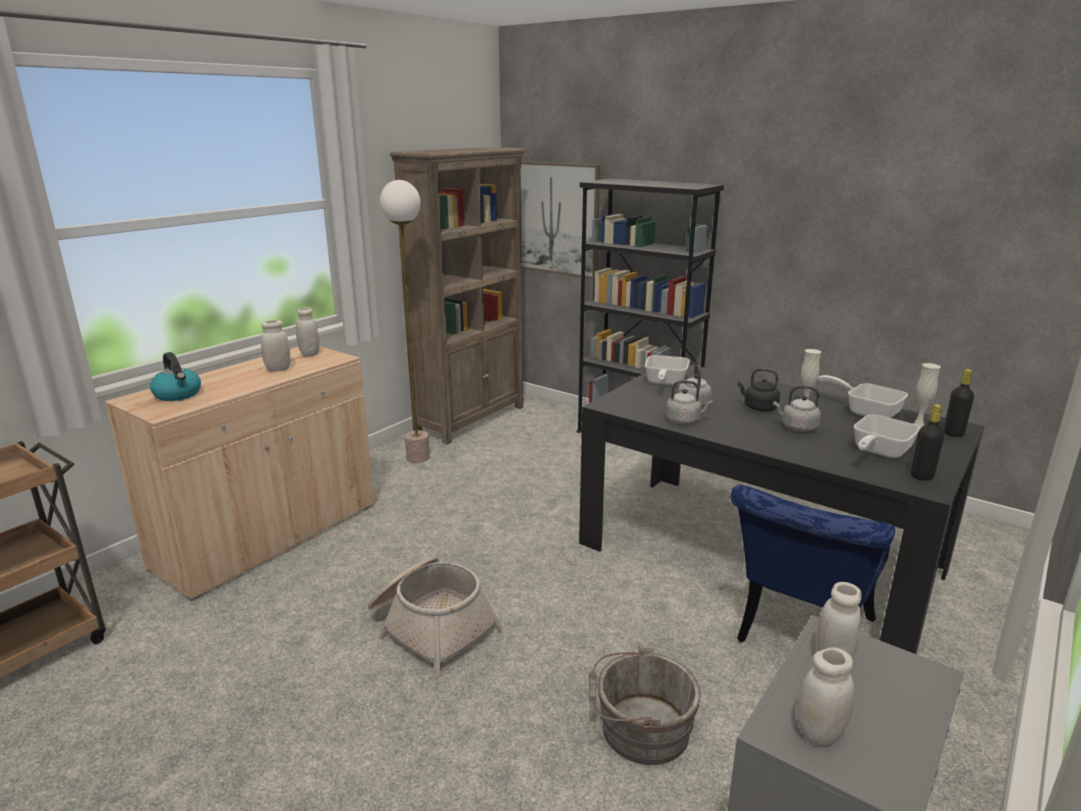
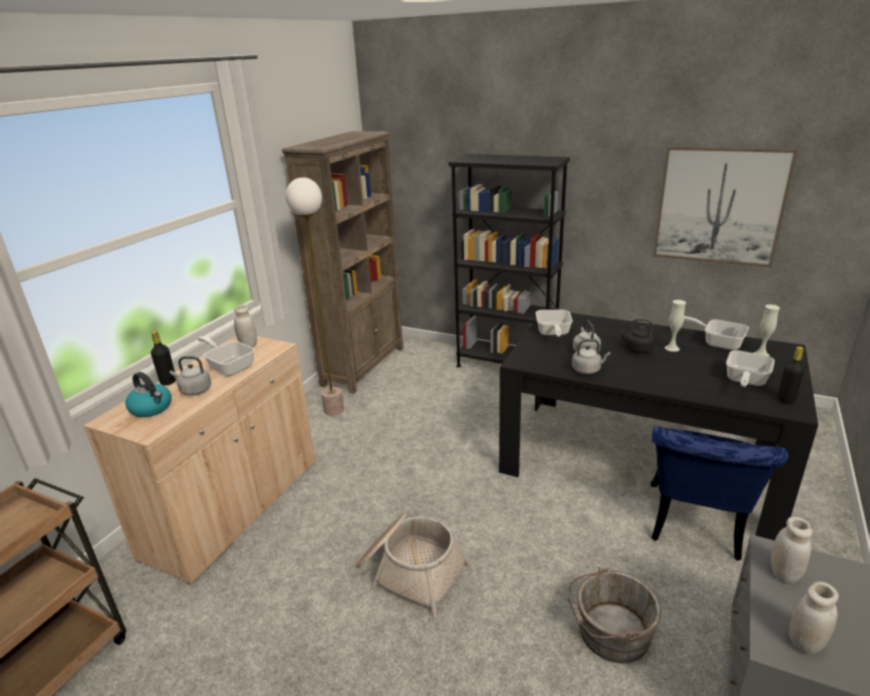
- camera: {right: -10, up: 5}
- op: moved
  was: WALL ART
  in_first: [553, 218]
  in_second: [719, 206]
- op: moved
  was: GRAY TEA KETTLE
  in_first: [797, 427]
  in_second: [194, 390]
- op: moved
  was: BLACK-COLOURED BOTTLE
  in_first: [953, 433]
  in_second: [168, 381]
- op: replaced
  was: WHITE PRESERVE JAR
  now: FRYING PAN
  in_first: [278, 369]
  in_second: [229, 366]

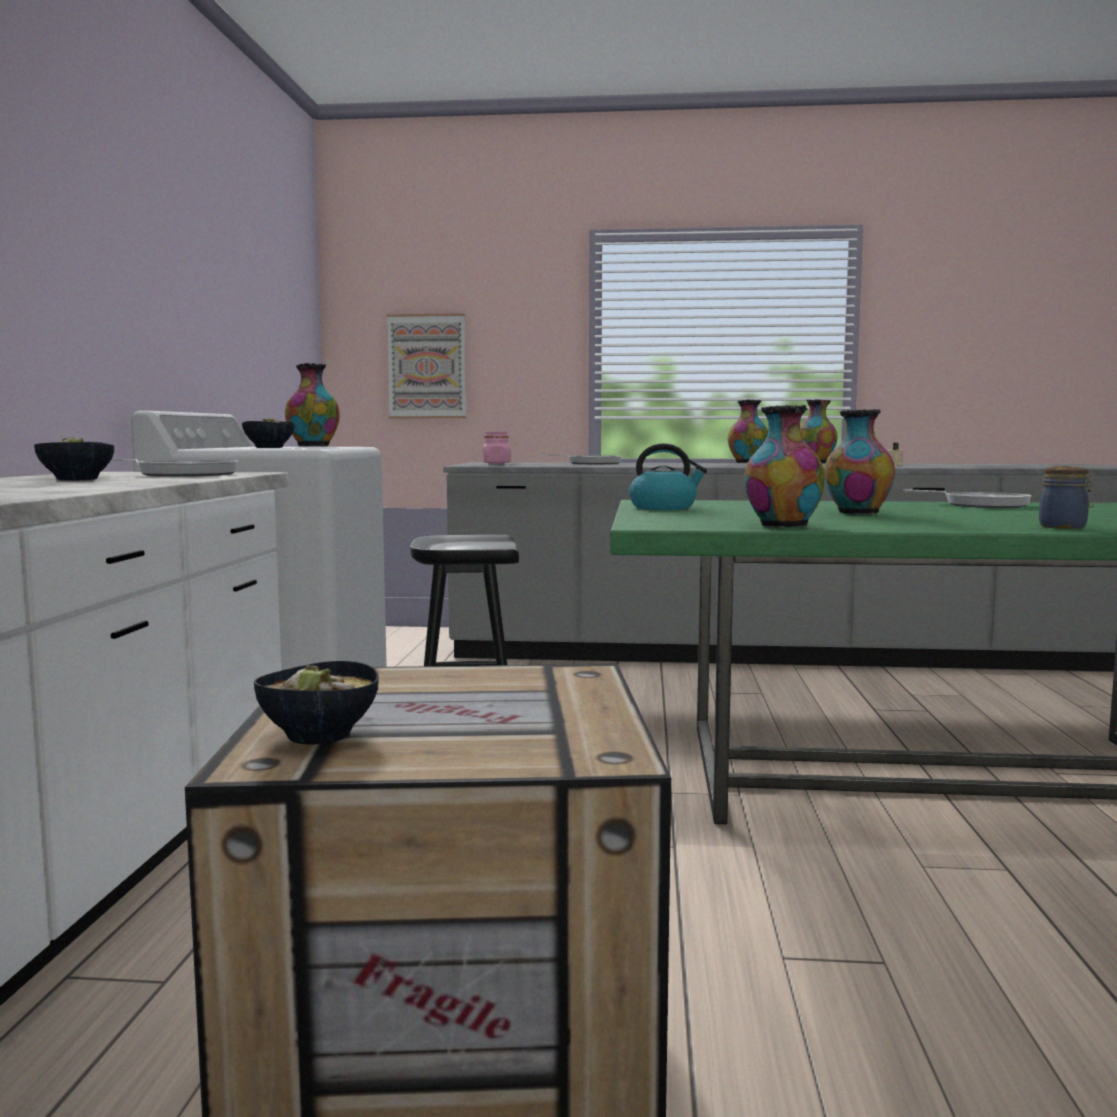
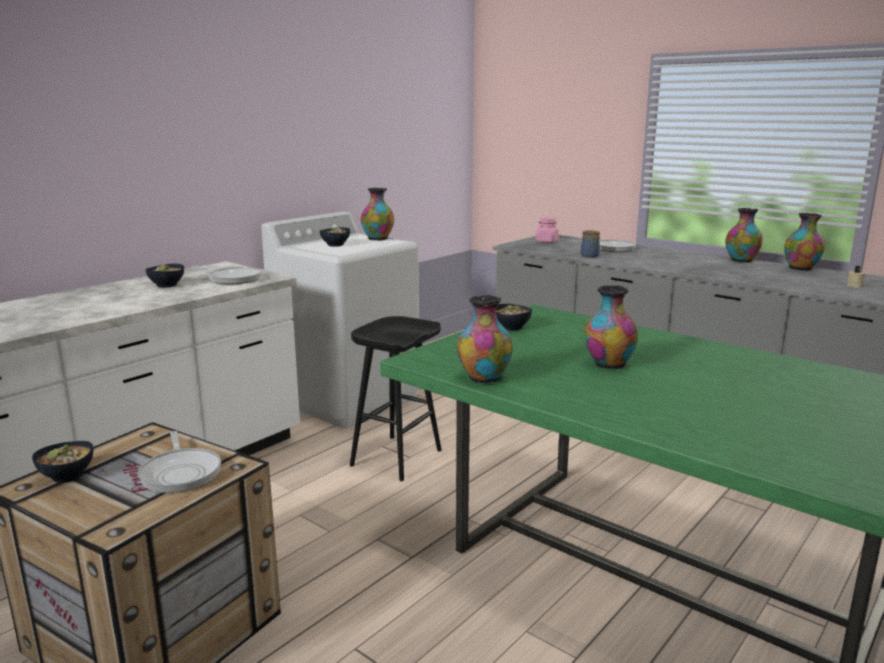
- camera: {right: 35, up: 10}
- op: removed
  was: WALL ART
  in_first: [427, 366]
- op: moved
  was: FRYING PAN
  in_first: [980, 505]
  in_second: [181, 472]
- op: moved
  was: PRESERVE JAR
  in_first: [1064, 527]
  in_second: [590, 256]
- op: replaced
  was: TEA KETTLE
  now: DEEP DISH
  in_first: [664, 507]
  in_second: [512, 327]

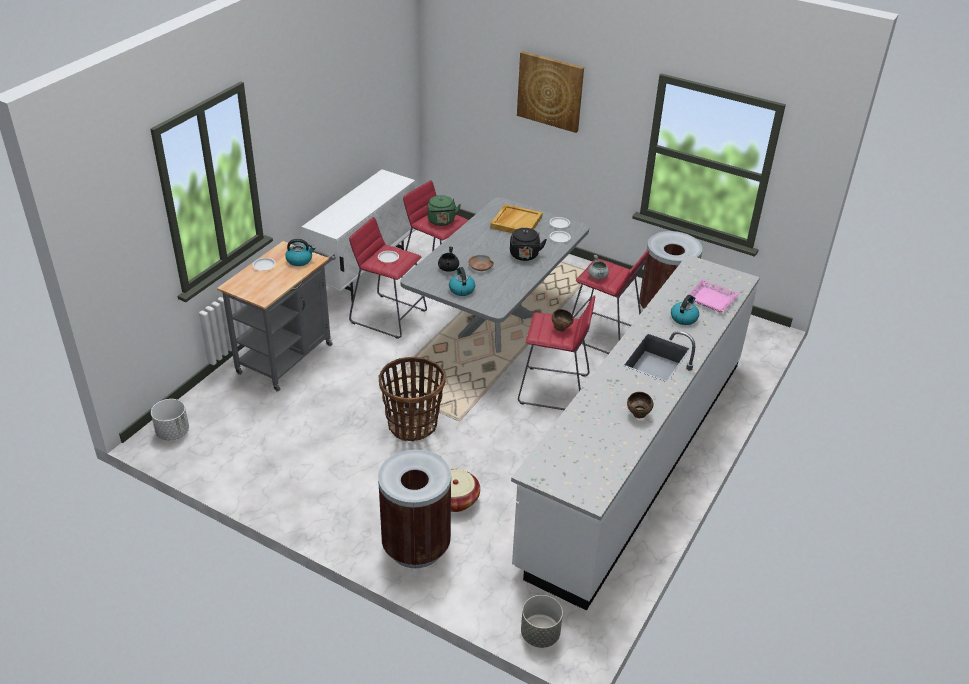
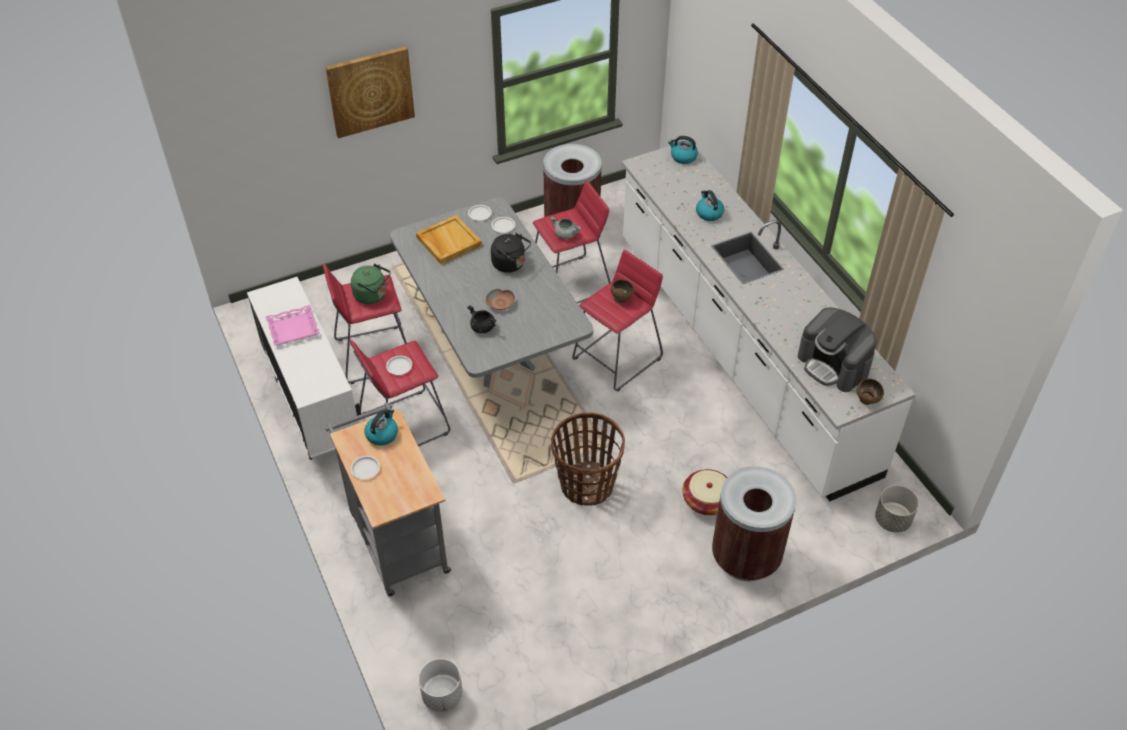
- camera: {right: -55, up: 10}
- op: added
  now: COFFEE BREWER
  in_second: [833, 365]
- op: moved
  was: TEA KETTLE
  in_first: [461, 289]
  in_second: [683, 157]
- op: moved
  was: BROWN-COLOURED DEEP DISH
  in_first: [638, 415]
  in_second: [867, 401]
- op: moved
  was: PINK CARRYING TRAY
  in_first: [711, 299]
  in_second: [293, 329]

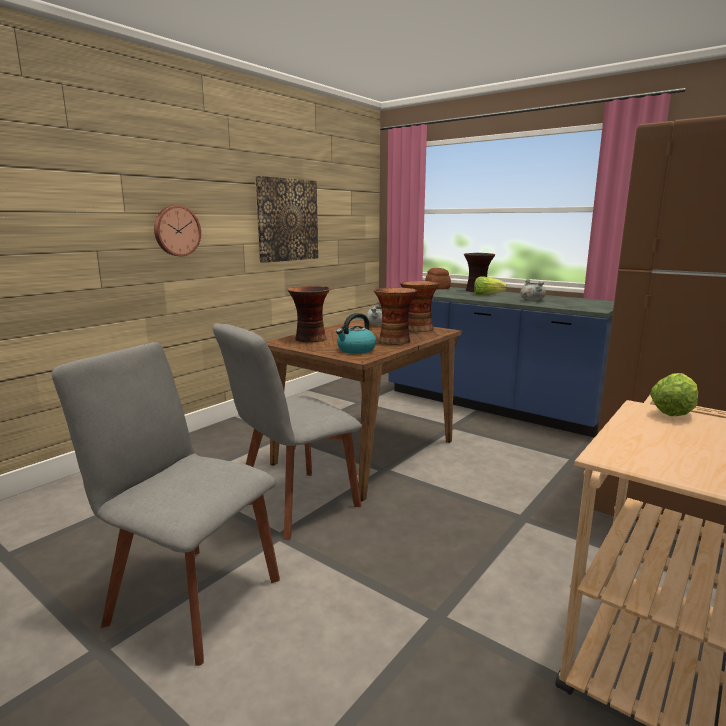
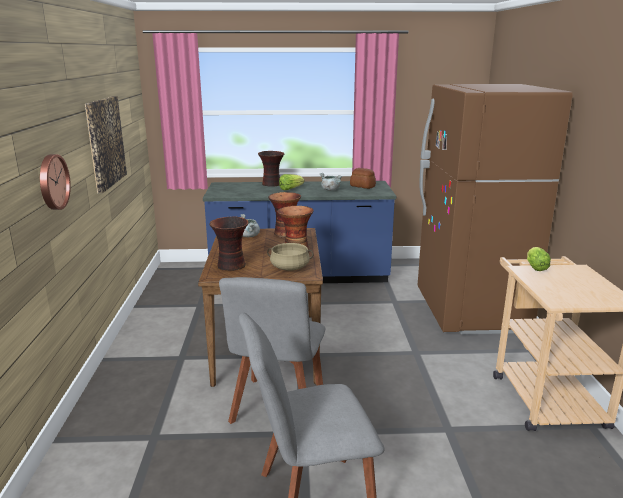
- camera: {right: -40, up: 5}
- op: moved
  was: BAKERY BREAD
  in_first: [437, 288]
  in_second: [362, 186]
- op: replaced
  was: TEA KETTLE
  now: BEIGE-COLOURED COOKING POT
  in_first: [356, 350]
  in_second: [290, 267]

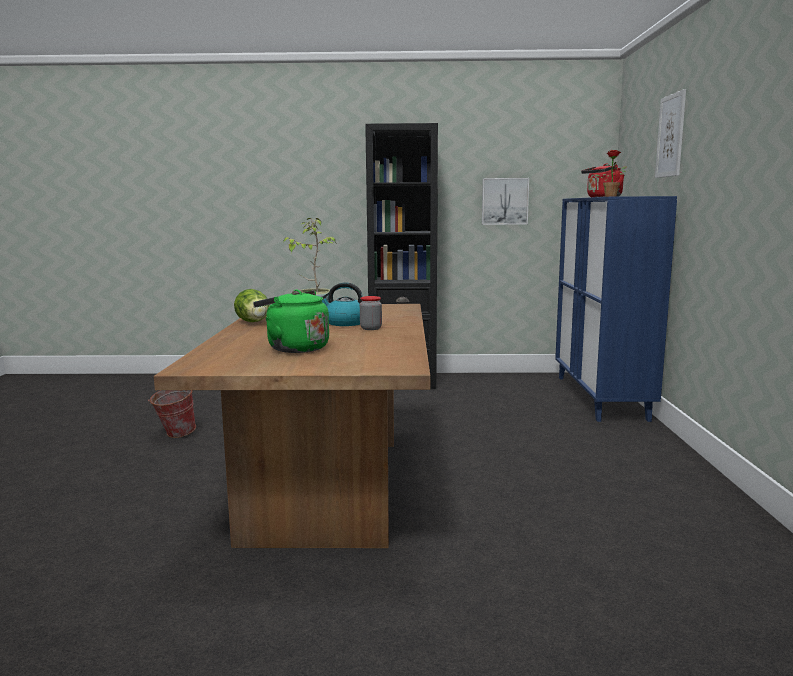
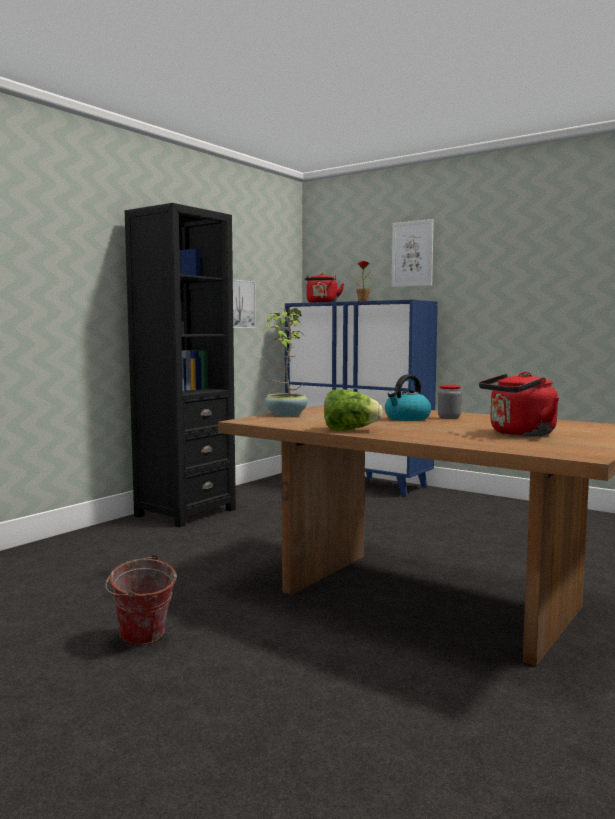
- camera: {right: -55, up: -5}
- op: recoloured
  was: GREEN-COLOURED TEA KETTLE
  now: REDDISH TEA KETTLE
  in_first: [294, 348]
  in_second: [519, 434]

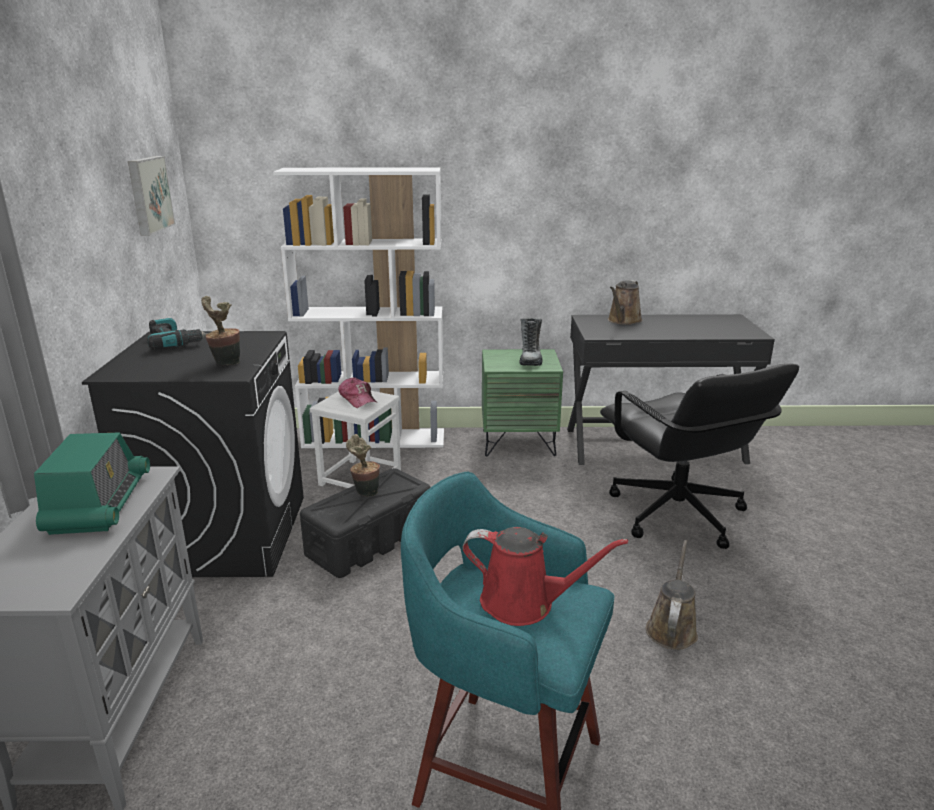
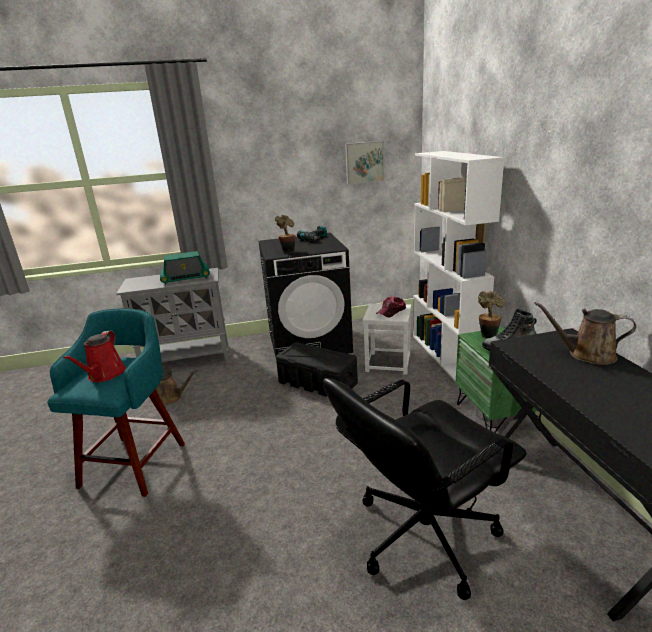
- camera: {right: 80, up: 0}
- op: moved
  was: POTTED PLANT
  in_first: [365, 492]
  in_second: [488, 335]
- op: moved
  was: BROWN-COLOURED WATERING CAN
  in_first: [671, 628]
  in_second: [171, 397]

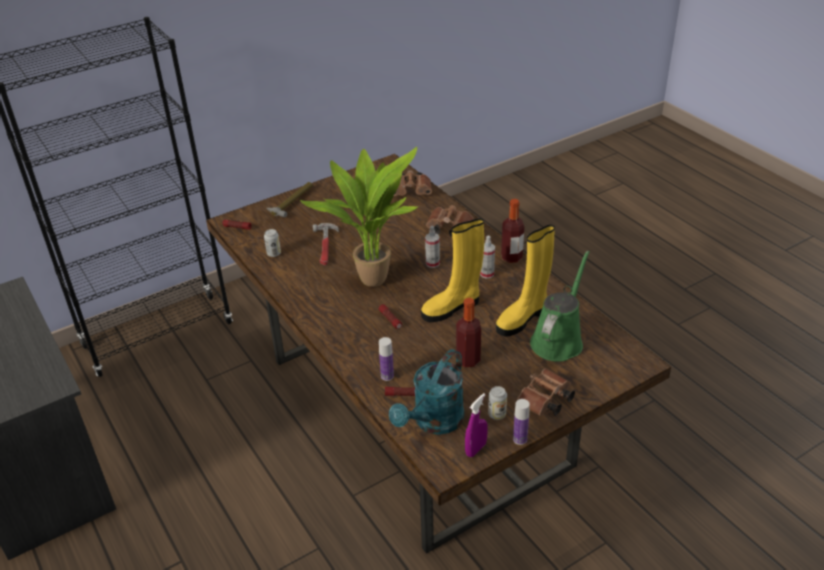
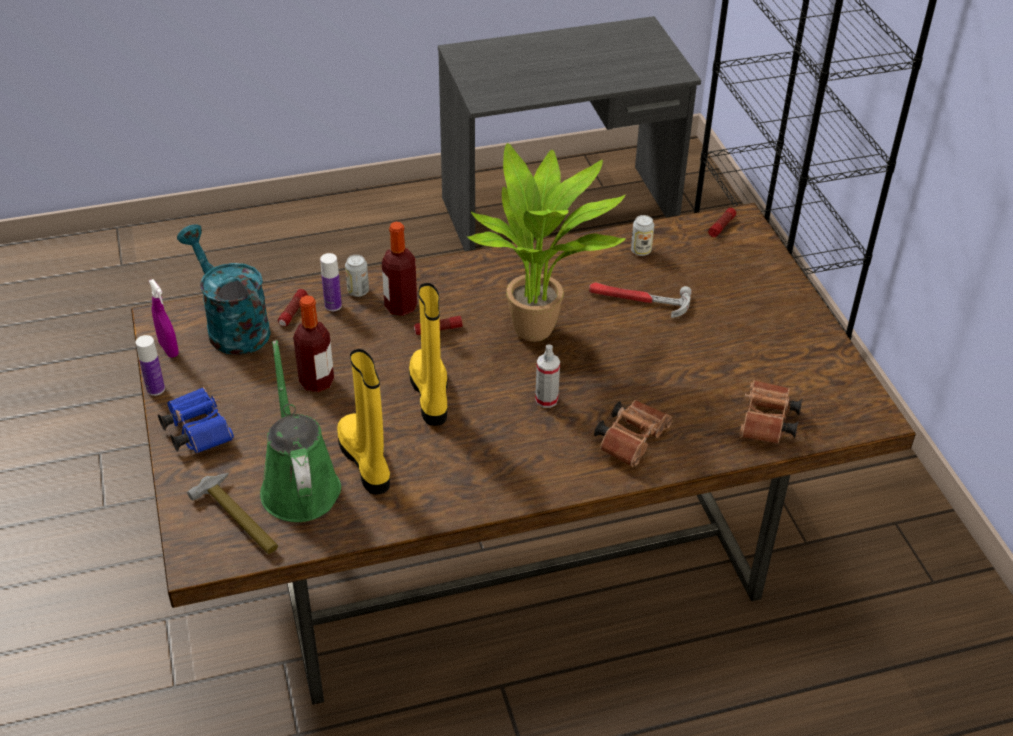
- camera: {right: 105, up: 5}
- op: removed
  was: SPRAY BOTTLE
  in_first: [487, 274]
- op: moved
  was: HAND HAMMER
  in_first: [292, 202]
  in_second: [239, 519]
- op: moved
  was: CAN
  in_first: [497, 414]
  in_second: [358, 291]
- op: moved
  was: BOTTLE
  in_first: [511, 257]
  in_second: [400, 306]
- op: recoloured
  was: BROWN-COLOURED BINOCULARS
  now: BLUISH BINOCULARS
  in_first: [545, 402]
  in_second: [196, 430]
- op: turned
  was: GREEN-COLOURED WATERING CAN
  in_first: [558, 340]
  in_second: [299, 484]
  clockwise: -150

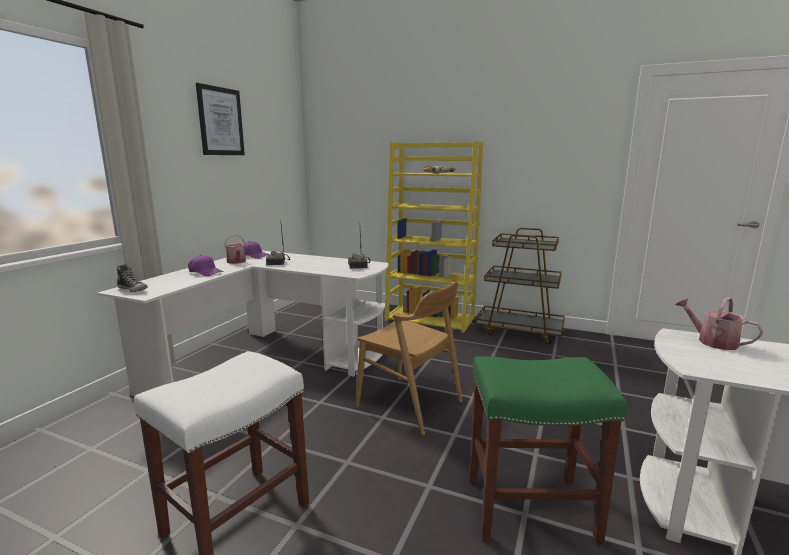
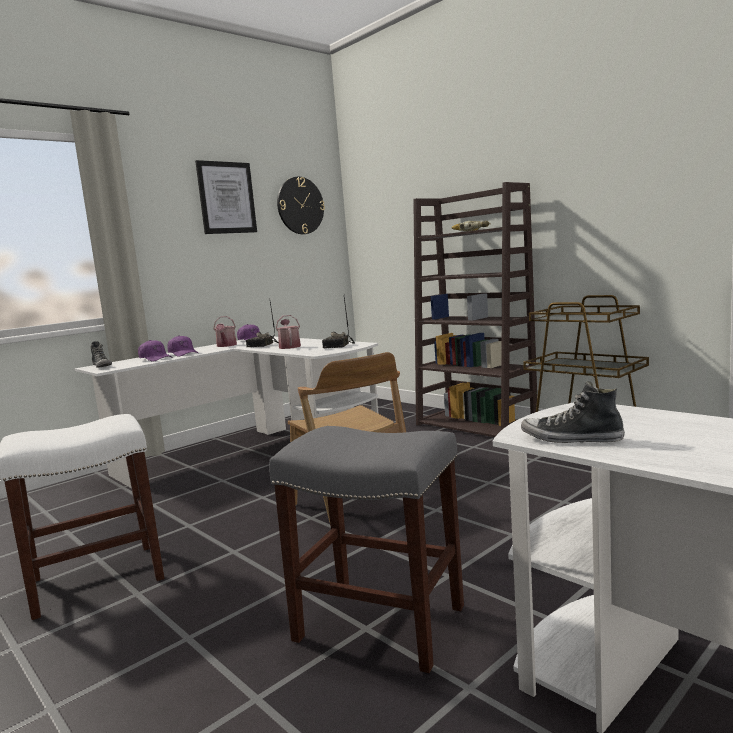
- camera: {right: 25, up: -5}
- op: added
  now: PURPLISH BASEBALL CAP
  in_second: [155, 359]
- op: added
  now: WALL CLOCK
  in_second: [300, 205]
- op: added
  now: SHOE
  in_second: [571, 439]
- op: moved
  was: WATERING CAN
  in_first: [712, 341]
  in_second: [289, 346]
- op: recoloured
  was: YELLOWISH SHELVING UNIT
  now: BROWN-COLOURED SHELVING UNIT
  in_first: [431, 319]
  in_second: [476, 425]
- op: recoloured
  was: GREEN-COLOURED STOOL SEAT
  now: GRAY STOOL SEAT
  in_first: [528, 507]
  in_second: [377, 623]

